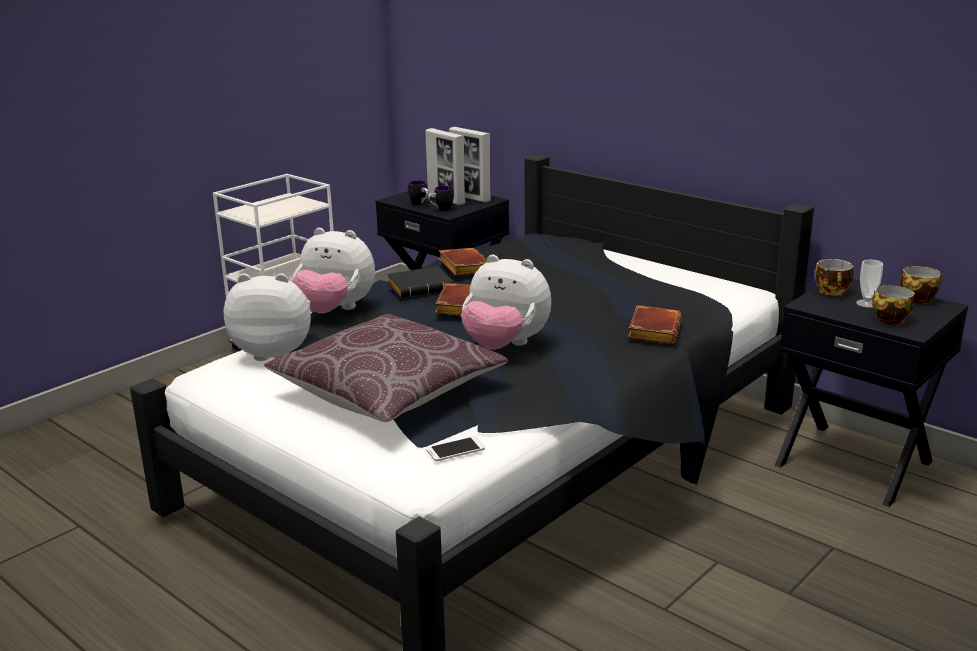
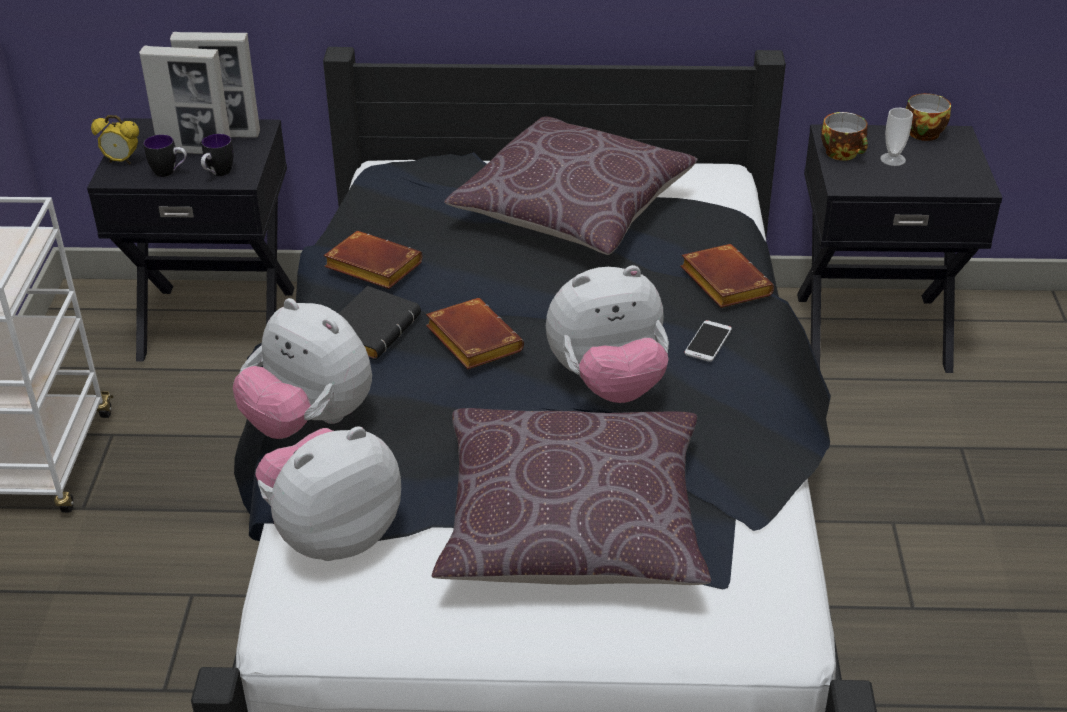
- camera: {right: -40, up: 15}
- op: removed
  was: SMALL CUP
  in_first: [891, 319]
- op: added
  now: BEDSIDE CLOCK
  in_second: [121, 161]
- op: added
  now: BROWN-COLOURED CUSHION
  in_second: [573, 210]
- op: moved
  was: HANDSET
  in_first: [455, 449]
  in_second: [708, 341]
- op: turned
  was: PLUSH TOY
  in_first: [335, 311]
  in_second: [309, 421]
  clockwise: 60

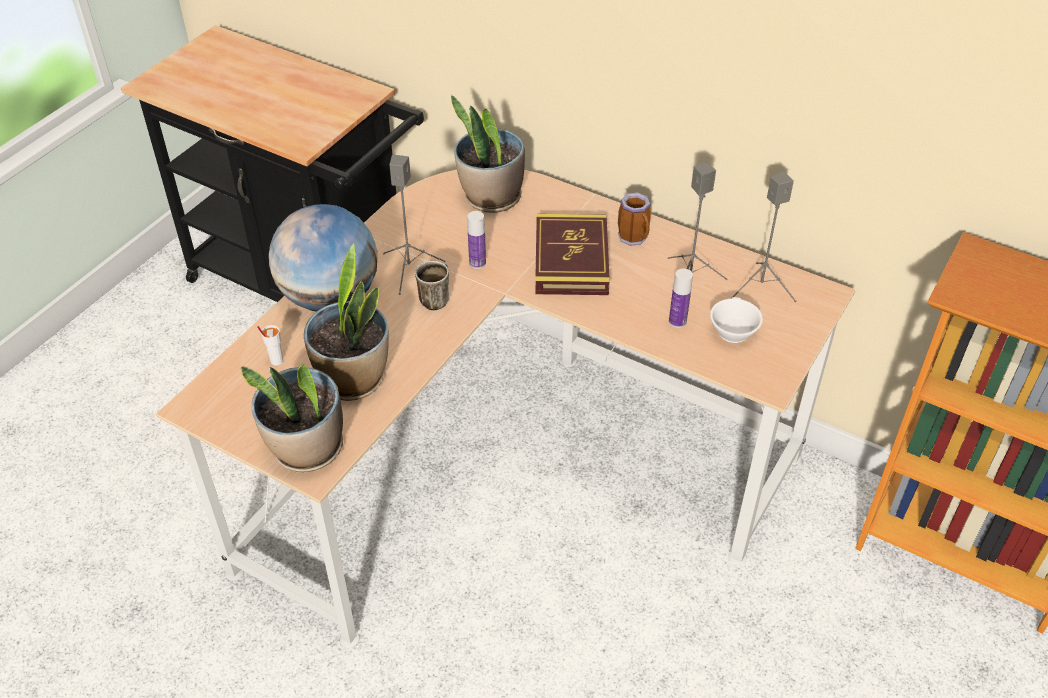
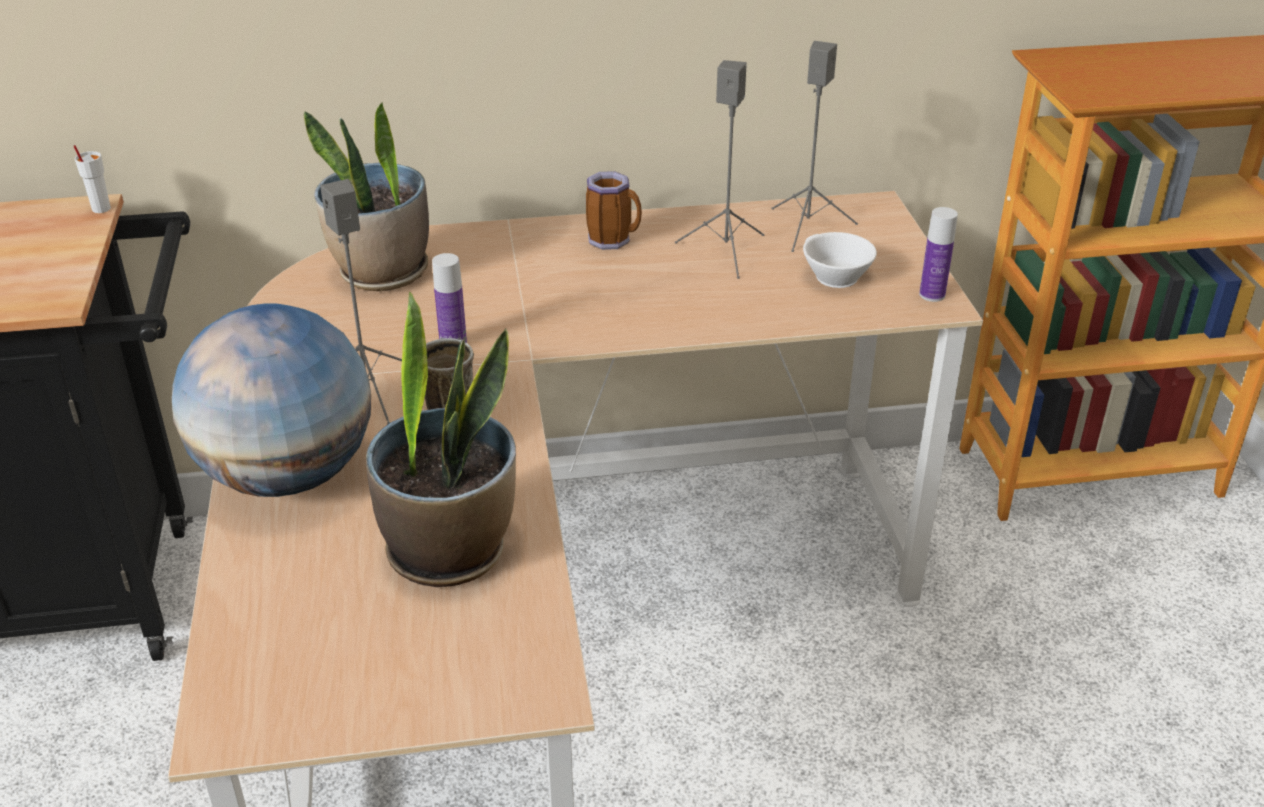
- camera: {right: -40, up: -10}
- op: removed
  was: POTTED PLANT
  in_first: [307, 449]
- op: removed
  was: BOOK
  in_first: [571, 260]
- op: moved
  was: WHITE SMALL CUP
  in_first: [276, 360]
  in_second: [100, 209]
- op: moved
  was: BOTTLE
  in_first: [677, 321]
  in_second: [932, 295]

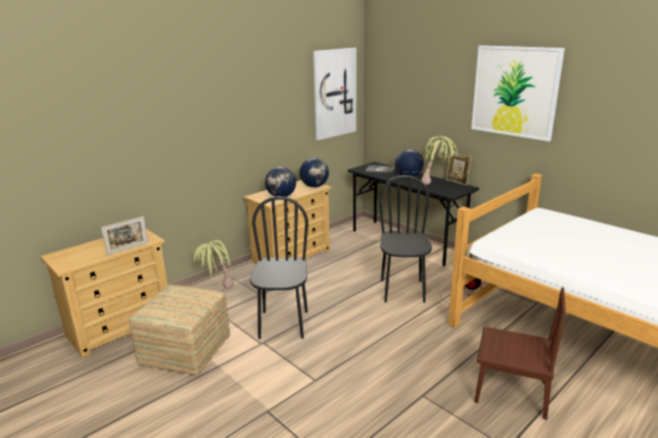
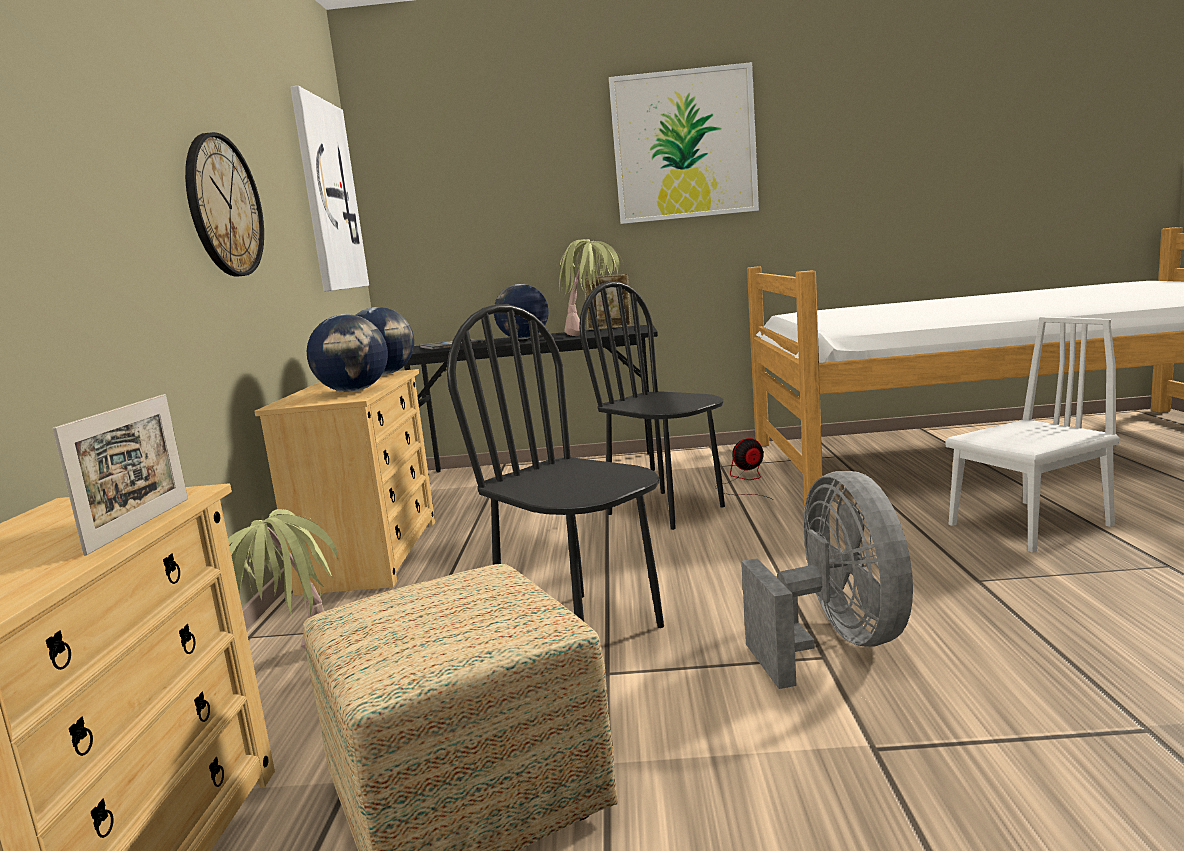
- camera: {right: -45, up: -10}
- op: added
  now: WALL CLOCK
  in_second: [224, 206]
- op: added
  now: GRAY ELECTRIC FAN
  in_second: [836, 643]
- op: recoloured
  was: BROWN-COLOURED CHAIR
  now: WHITE CHAIR
  in_first: [511, 392]
  in_second: [1029, 525]

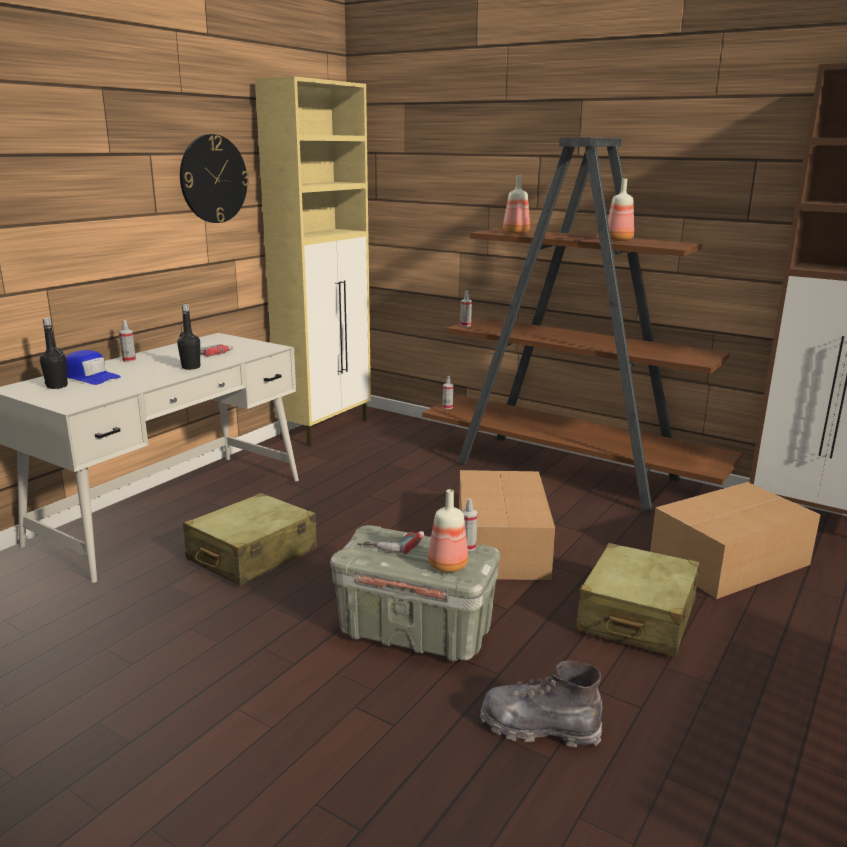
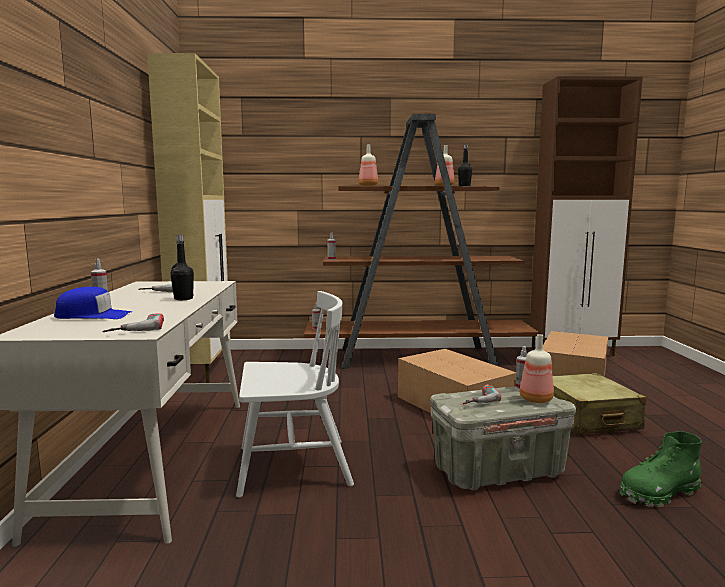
- camera: {right: -35, up: -10}
- op: removed
  was: WALL CLOCK
  in_first: [213, 179]
- op: added
  now: ELECTRIC DRILL
  in_second: [135, 328]
- op: moved
  was: BLACK-COLOURED BOTTLE
  in_first: [57, 386]
  in_second: [464, 186]
- op: replaced
  was: BEIGE-COLOURED TRAVEL CASE
  now: WHITE CHAIR
  in_first: [252, 555]
  in_second: [292, 466]
- op: recoloured
  was: GRAY HIGH-TOP BOOT
  now: GREEN-COLOURED HIGH-TOP BOOT
  in_first: [539, 727]
  in_second: [658, 493]

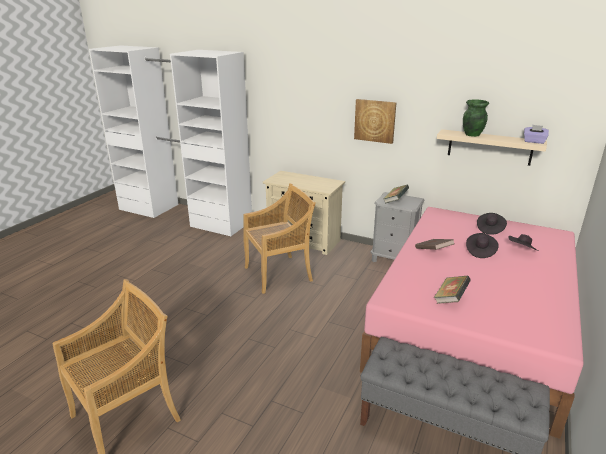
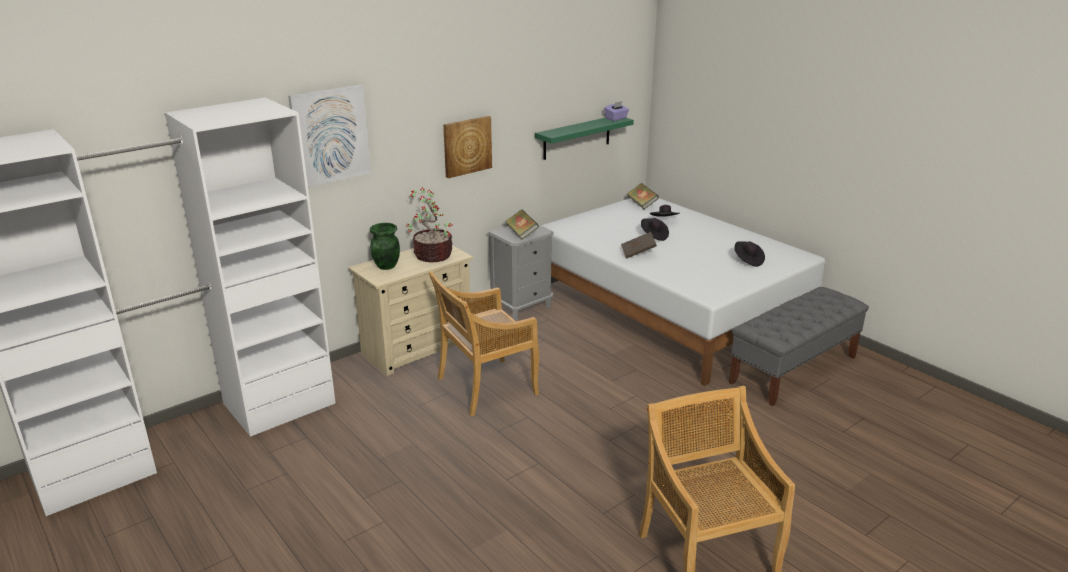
- camera: {right: -65, up: 0}
- op: added
  now: WALL ART
  in_second: [330, 135]
- op: added
  now: POTTED PLANT
  in_second: [432, 255]
- op: moved
  was: BOOK
  in_first: [450, 299]
  in_second: [642, 204]
- op: moved
  was: GREEN-COLOURED DECORATIVE VASE
  in_first: [472, 134]
  in_second: [386, 266]
- op: moved
  was: BLACK-COLOURED HAT
  in_first: [490, 229]
  in_second: [748, 260]
- op: recoloured
  was: PINK BEDROOM BED
  now: WHITE BEDROOM BED
  in_first: [473, 324]
  in_second: [668, 308]
- op: recoloured
  was: BEIGE-COLOURED SHELF
  now: GREEN-COLOURED SHELF
  in_first: [489, 147]
  in_second: [577, 137]
- op: turned
  was: BEIGE-COLOURED CHAIR
  in_first: [279, 273]
  in_second: [485, 387]
  clockwise: -120

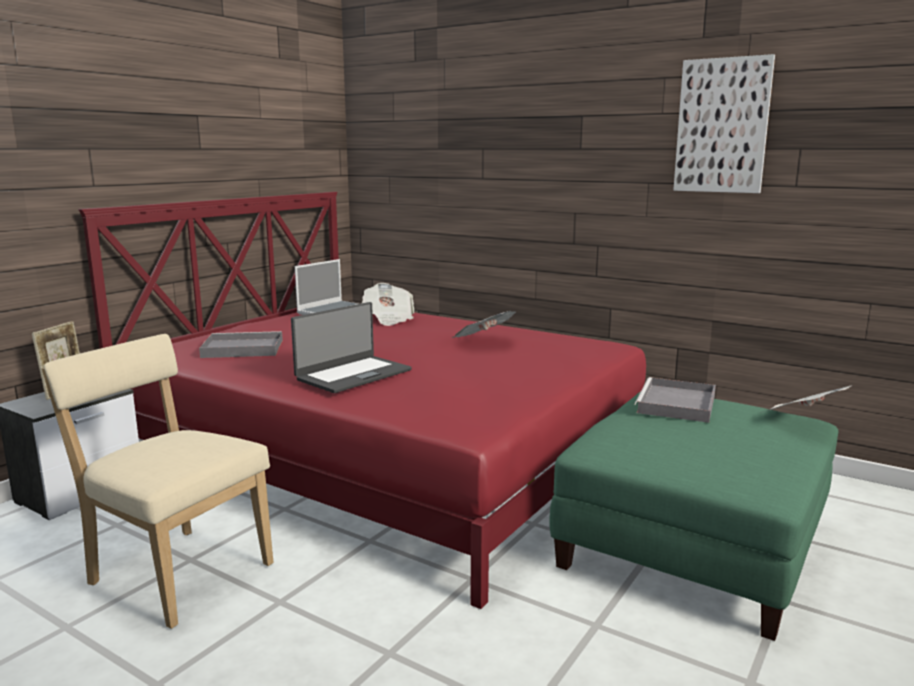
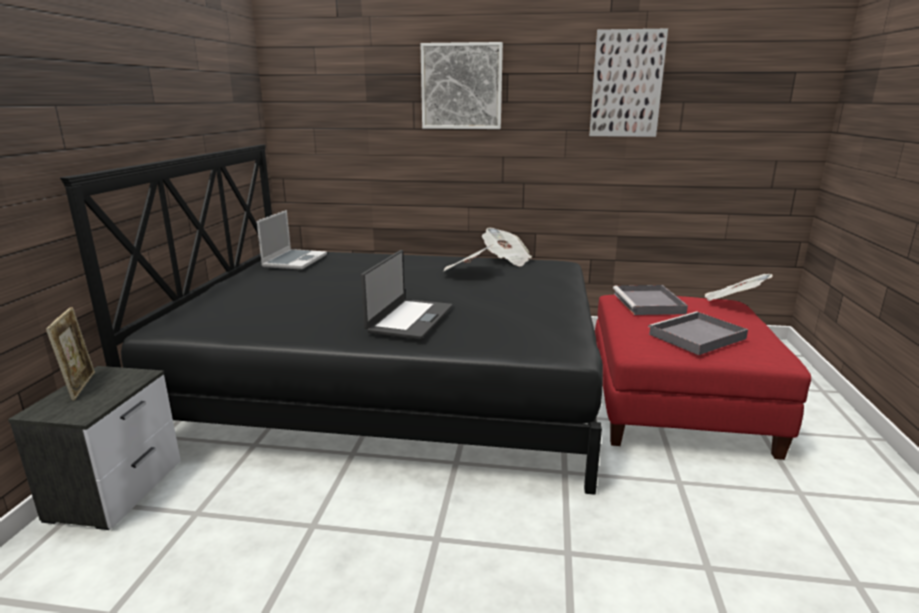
- camera: {right: -25, up: 5}
- op: removed
  was: BEIGE-COLOURED CHAIR
  in_first: [176, 572]
- op: added
  now: WALL ART
  in_second: [461, 86]
- op: moved
  was: GRAY CARRYING TRAY
  in_first: [241, 349]
  in_second: [696, 337]
- op: moved
  was: NEWSPAPER
  in_first: [388, 319]
  in_second: [506, 260]
- op: recoloured
  was: REDDISH BEDROOM BED
  now: BLACK-COLOURED BEDROOM BED
  in_first: [386, 456]
  in_second: [394, 385]
- op: recoloured
  was: GREEN-COLOURED OTTOMAN
  now: REDDISH OTTOMAN
  in_first: [693, 543]
  in_second: [676, 404]

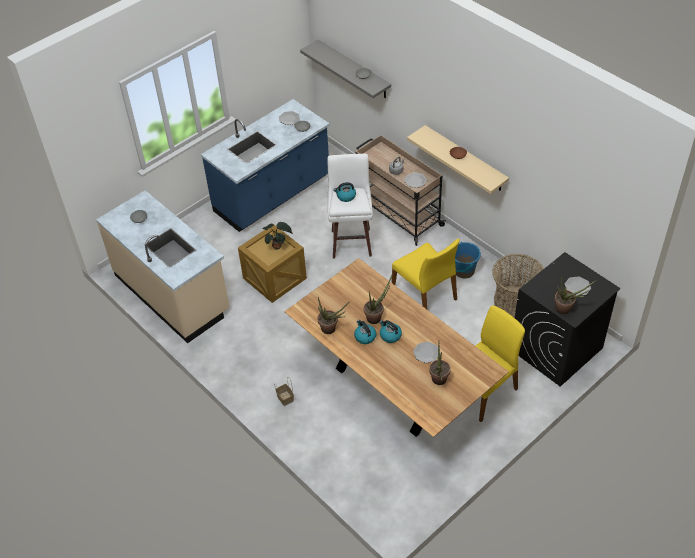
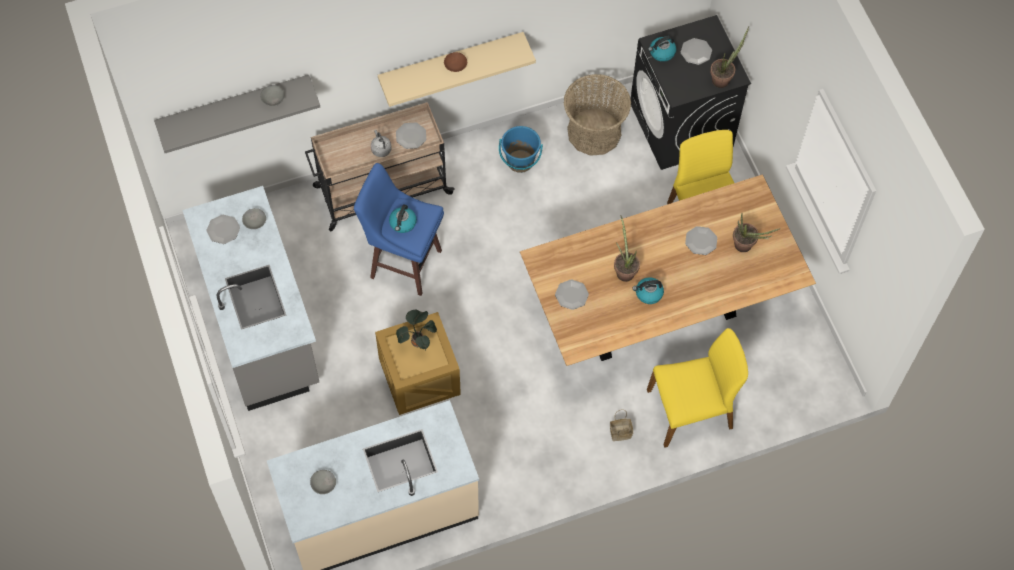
- camera: {right: -70, up: 15}
- op: removed
  was: POTTED PLANT
  in_first: [331, 329]
- op: added
  now: FLAT DISH
  in_second: [571, 295]
- op: moved
  was: TEA KETTLE
  in_first: [390, 335]
  in_second: [661, 53]
- op: moved
  was: YELLOWISH CHAIR
  in_first: [425, 294]
  in_second: [691, 410]
- op: recoloured
  was: BLUISH KITCHEN COUNTER
  now: GRAY KITCHEN COUNTER
  in_first: [273, 195]
  in_second: [262, 324]
- op: recoloured
  was: WHITE STOOL SEAT
  now: BLUISH STOOL SEAT
  in_first: [351, 242]
  in_second: [404, 262]

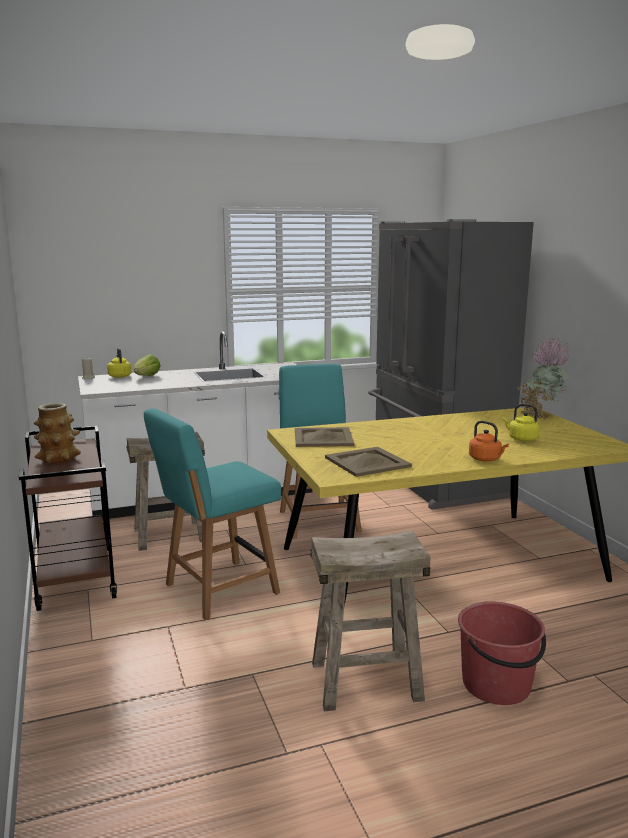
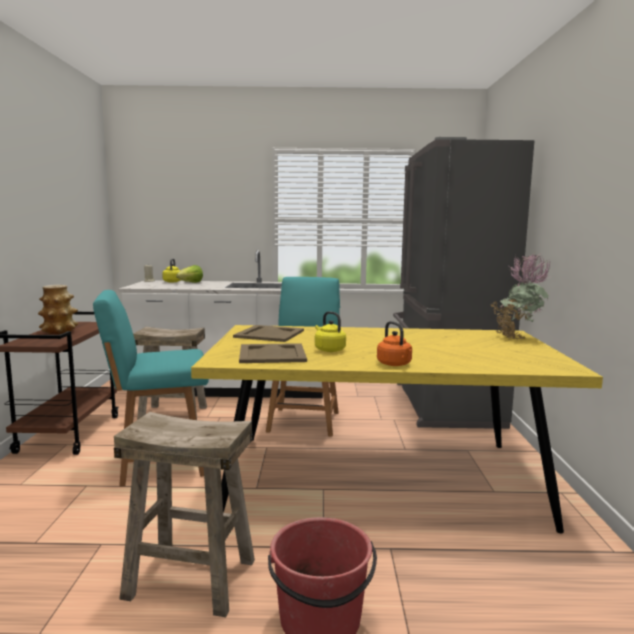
- camera: {right: 20, up: -5}
- op: moved
  was: YELLOWISH TEA KETTLE
  in_first: [521, 439]
  in_second: [328, 349]

